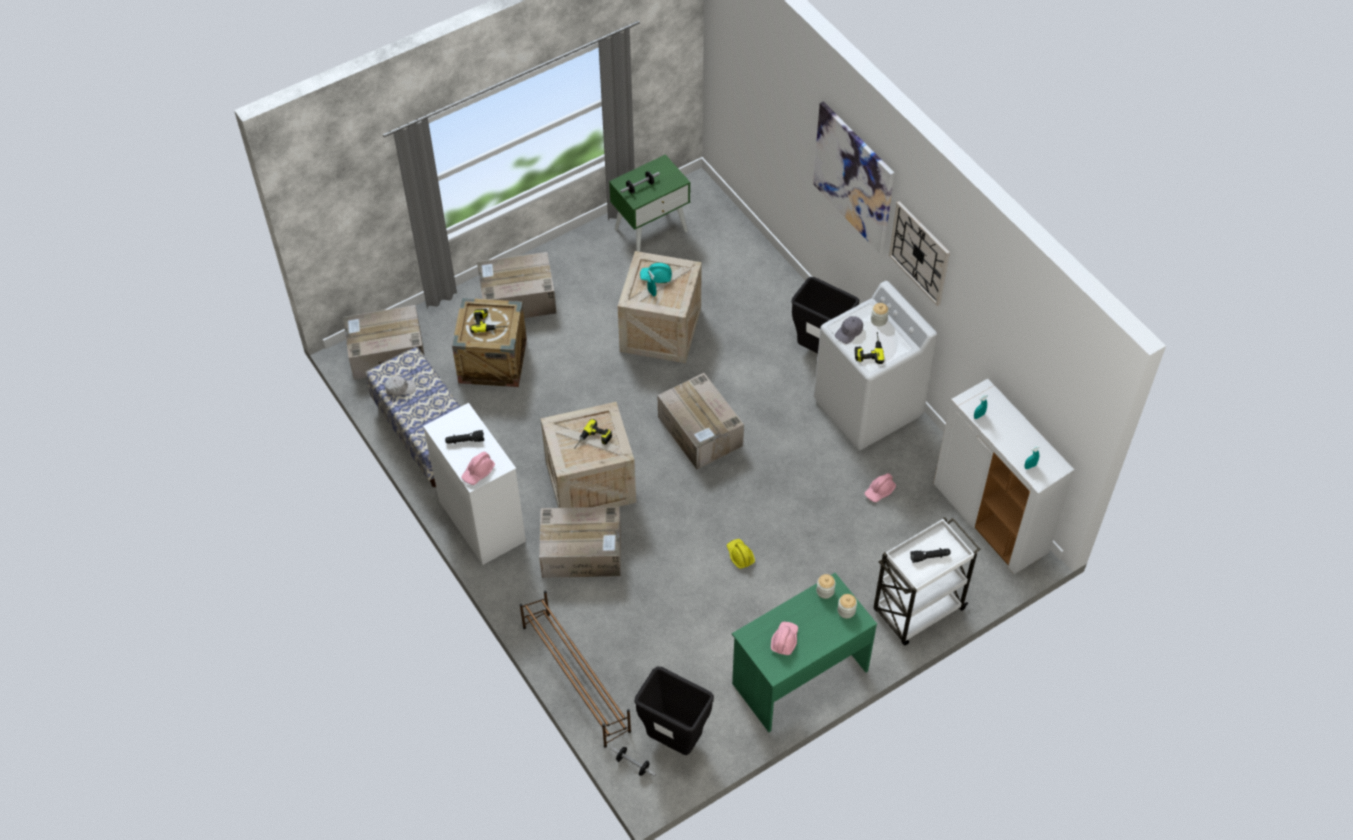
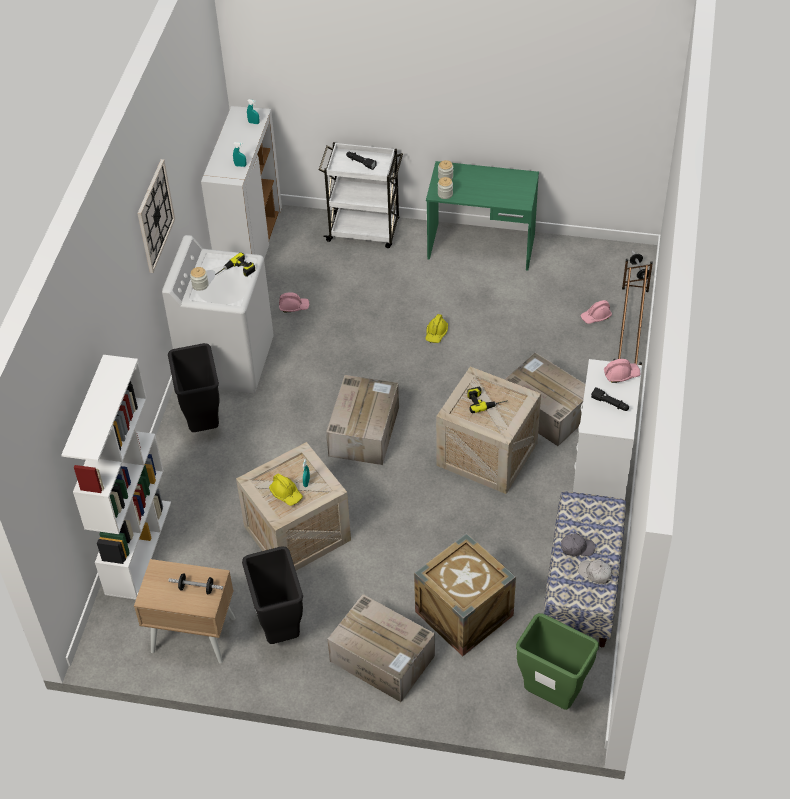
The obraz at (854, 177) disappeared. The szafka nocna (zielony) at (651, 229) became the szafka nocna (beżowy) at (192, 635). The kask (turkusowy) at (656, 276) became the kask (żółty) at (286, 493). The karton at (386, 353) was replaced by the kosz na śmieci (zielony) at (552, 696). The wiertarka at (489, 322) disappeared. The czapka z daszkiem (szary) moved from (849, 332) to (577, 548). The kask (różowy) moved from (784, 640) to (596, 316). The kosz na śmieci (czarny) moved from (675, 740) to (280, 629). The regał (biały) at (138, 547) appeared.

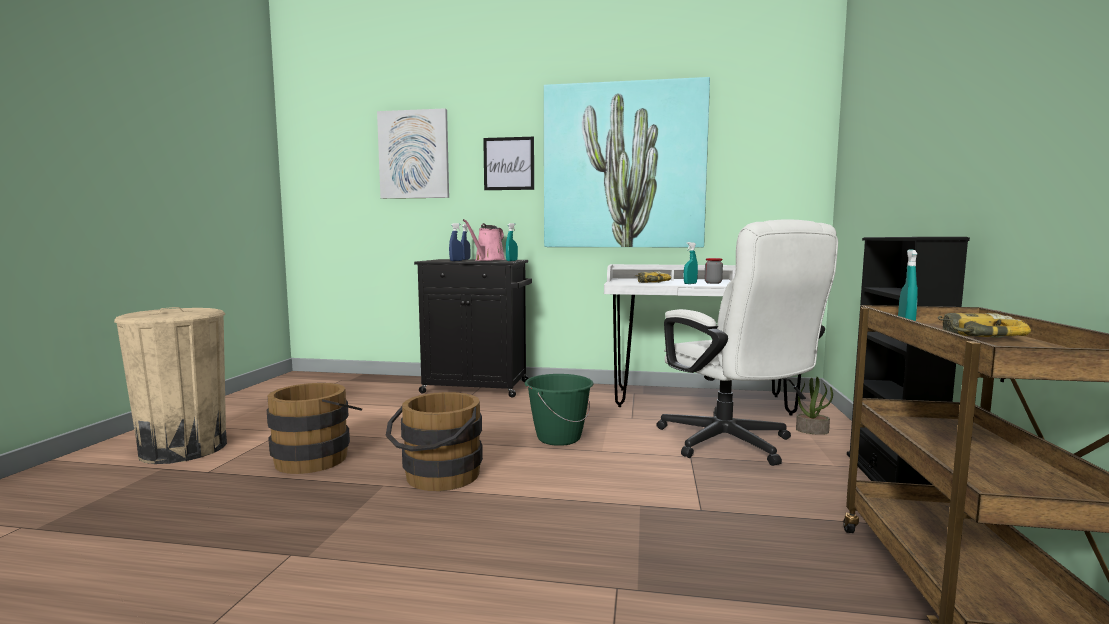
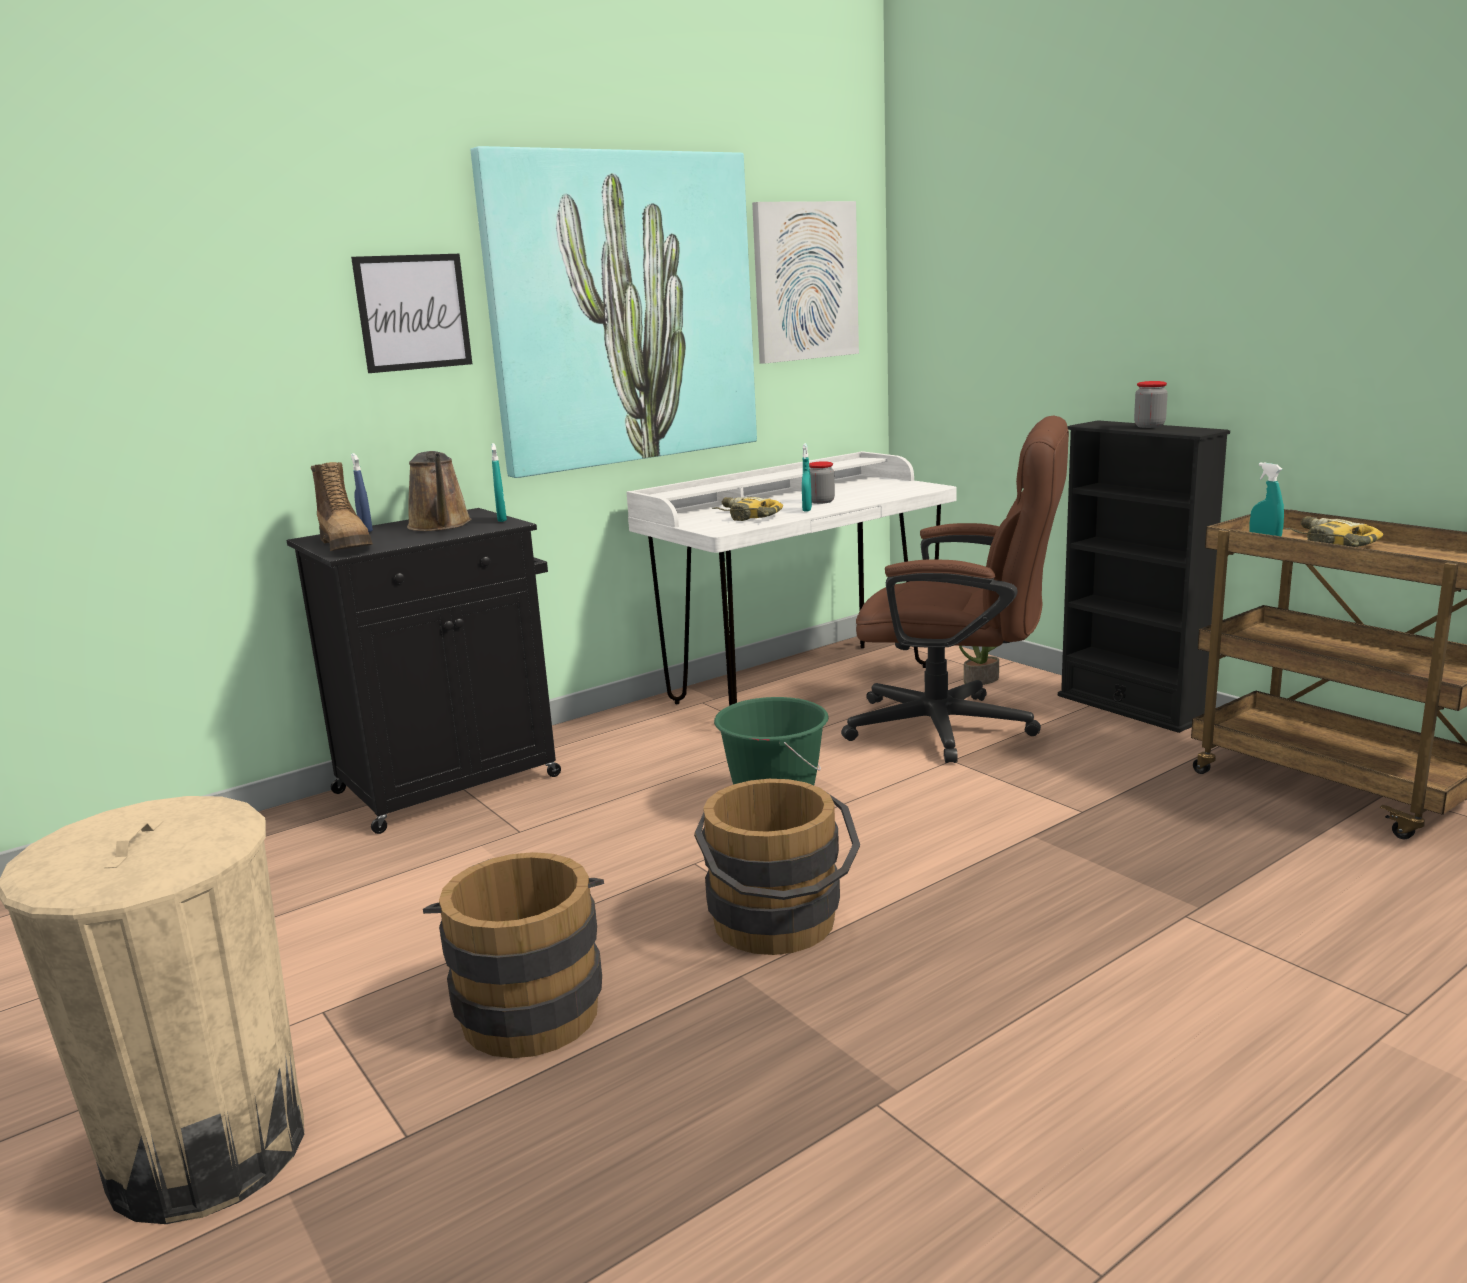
The obraz moved from (414, 155) to (805, 281). The konewka (różowy) at (488, 260) became the konewka (brązowy) at (440, 525). The krzesło biurowe (biały) at (733, 445) became the krzesło biurowe (brązowy) at (958, 728). The spryskiwacz (niebieski) at (456, 261) disappeared. The słoik at (1149, 426) appeared. The but z cholewką at (347, 545) appeared.

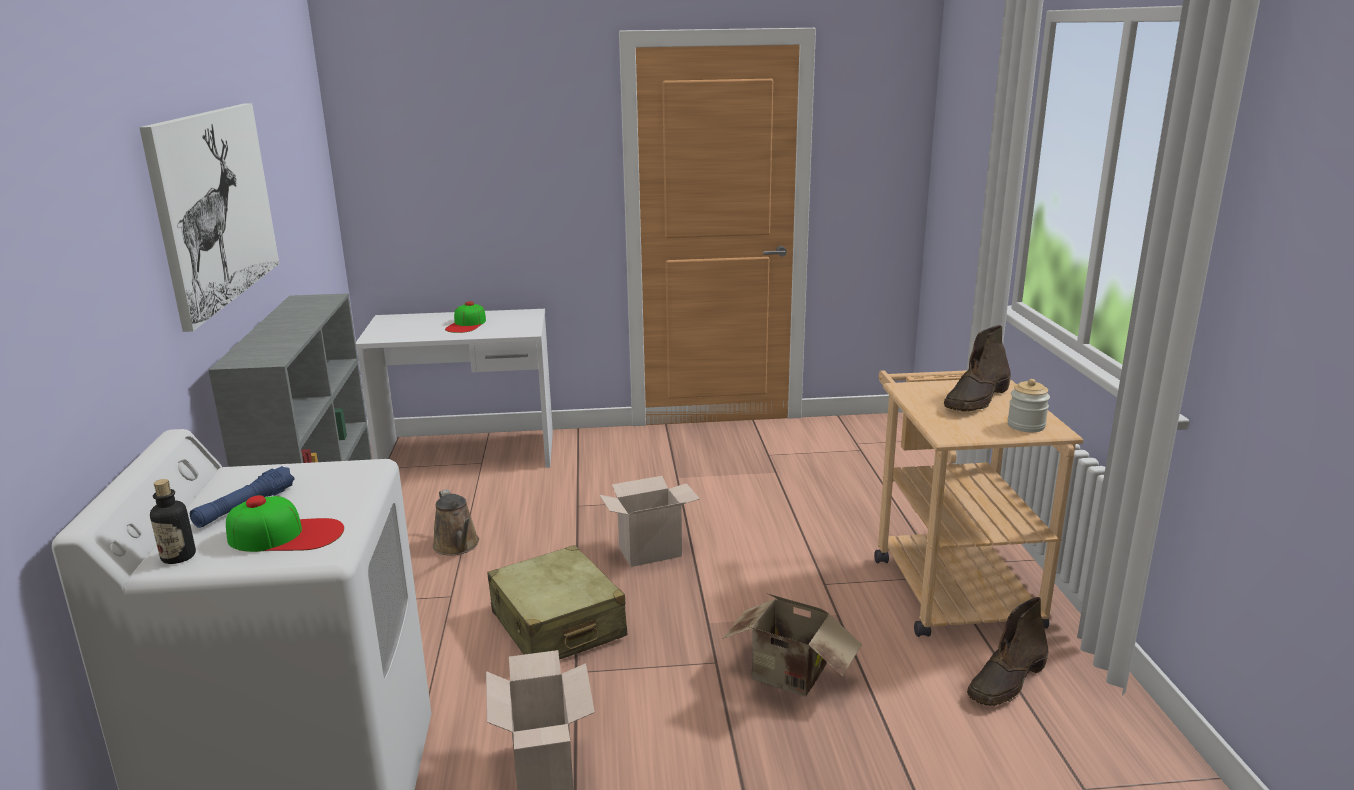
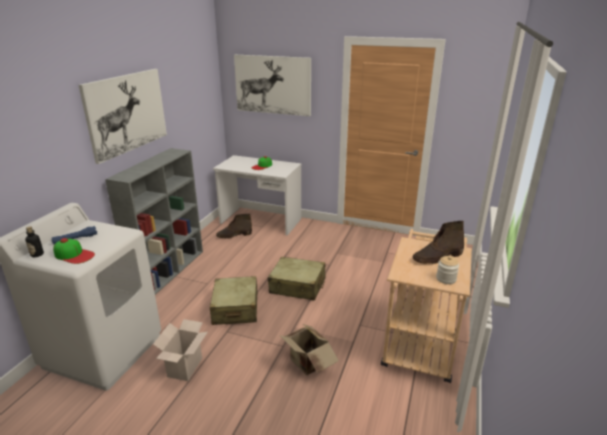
The karton at (651, 551) was replaced by the walizka (beżowy) at (297, 286). The konewka (brązowy) at (457, 546) disappeared. The but z cholewką (brązowy) moved from (1006, 681) to (234, 235). The obraz at (273, 85) appeared.

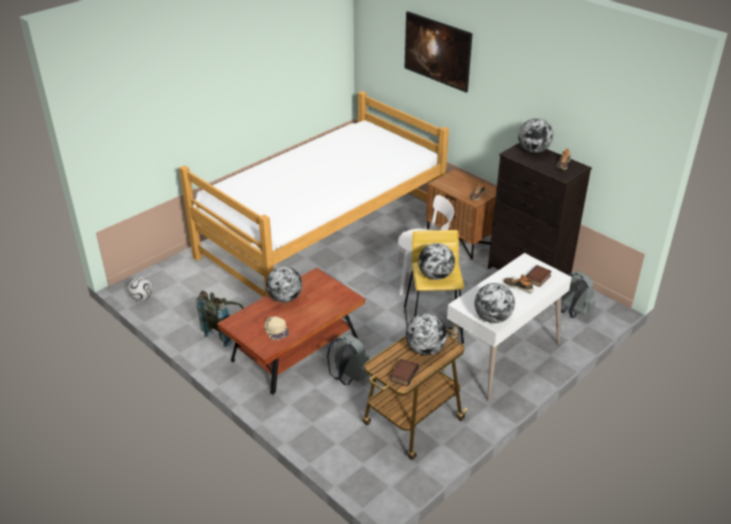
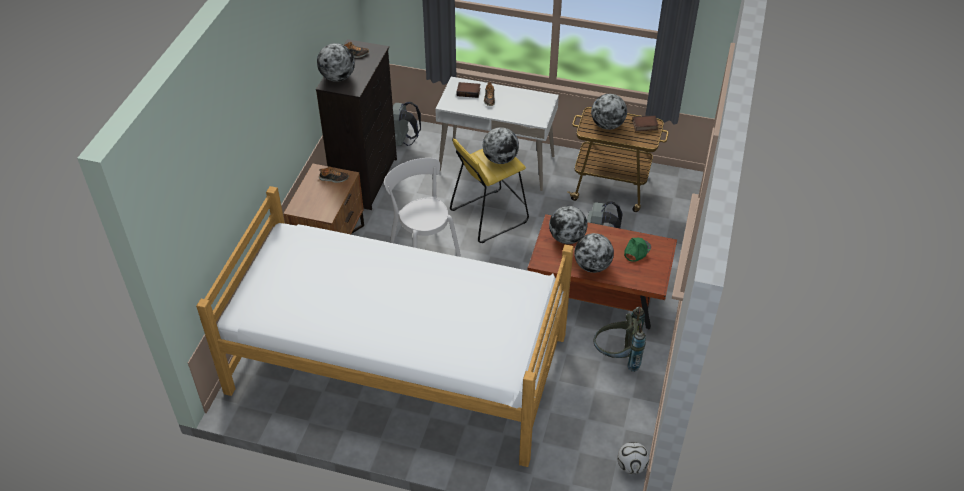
The obraz at (436, 65) disappeared. The globus moved from (492, 318) to (567, 238). The czapka z daszkiem (beżowy) at (276, 329) became the czapka z daszkiem (zielony) at (636, 250).

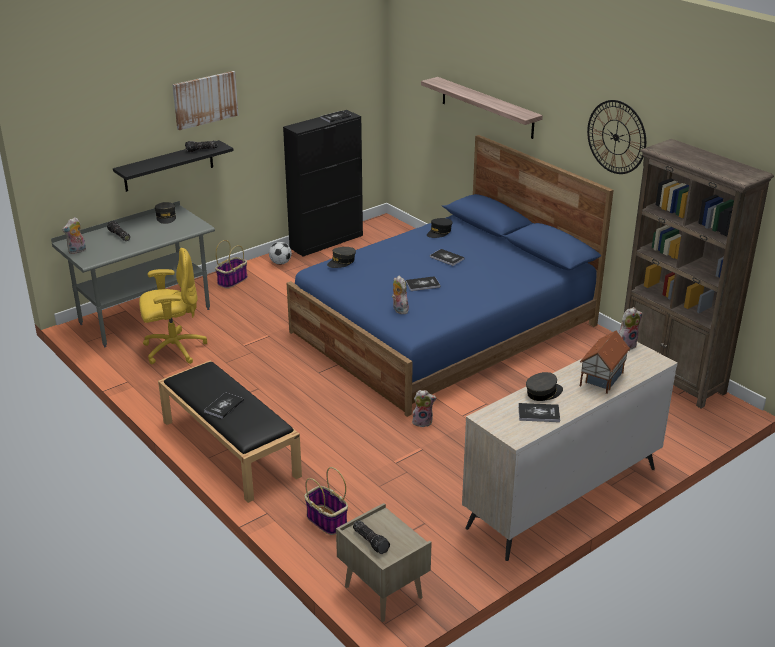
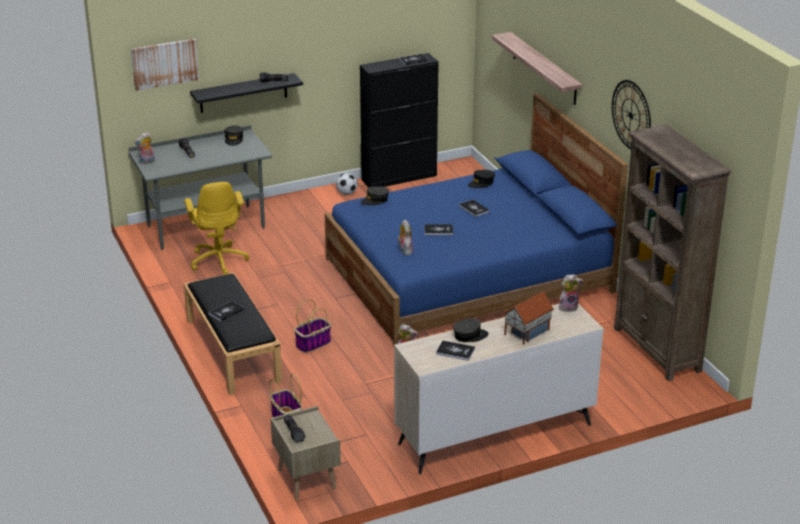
The obraz moved from (205, 99) to (164, 63). The koszyk moved from (232, 280) to (313, 343). The krzesło biurowe (żółty) at (173, 349) turned 75 degrees clockwise.

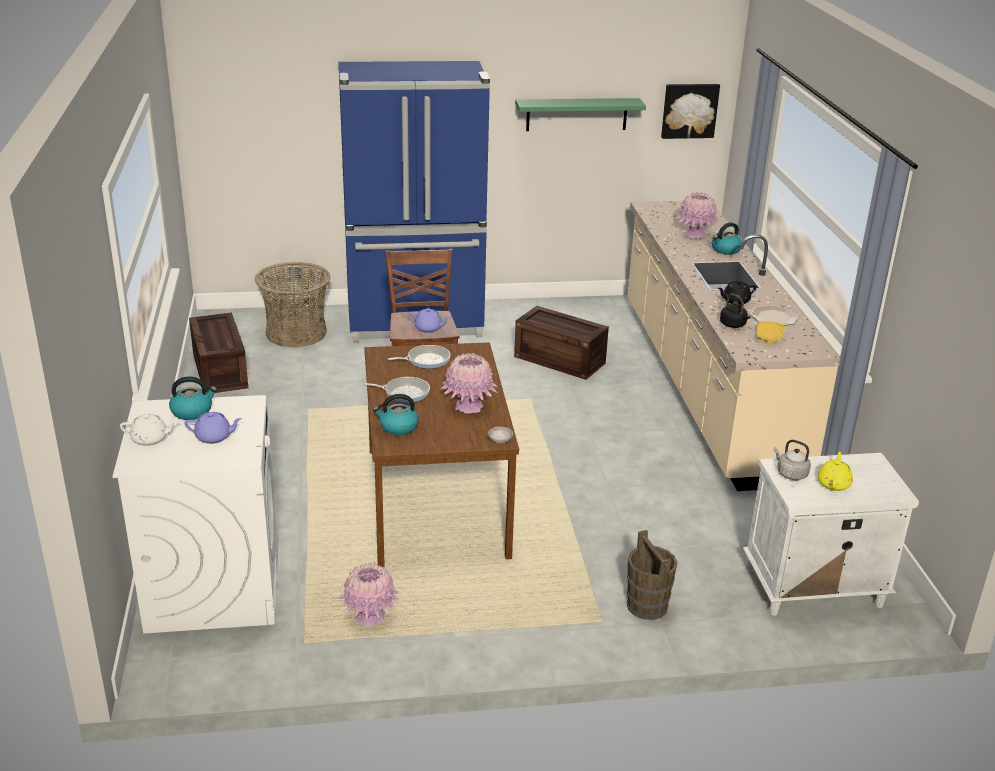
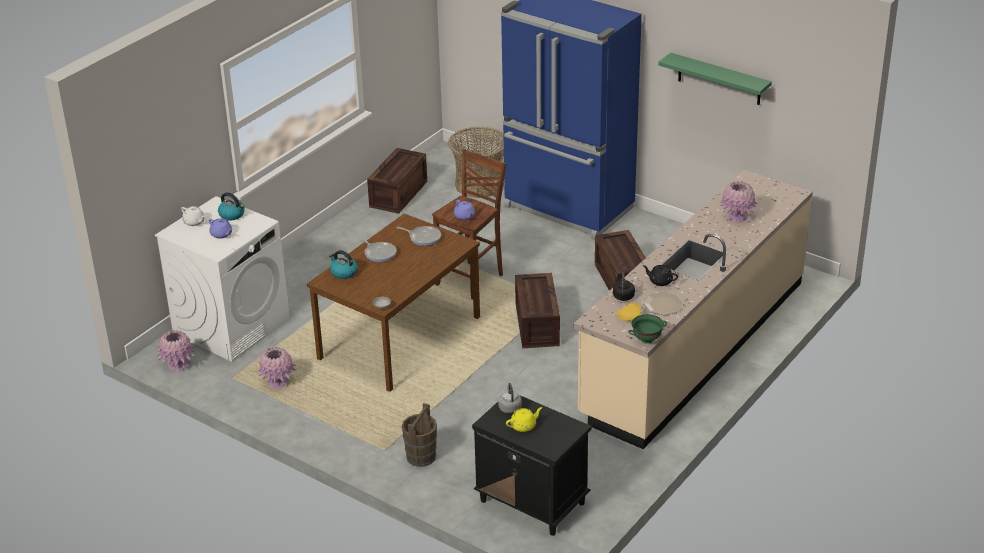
The obraz at (689, 110) disappeared. The czajnik at (725, 250) disappeared. The wazon (różowy) moved from (468, 406) to (178, 365). The szafka nocna (biały) at (812, 588) became the szafka nocna (czarny) at (531, 502). The skrzynka at (538, 325) appeared. The miska (zielony) at (647, 339) appeared.

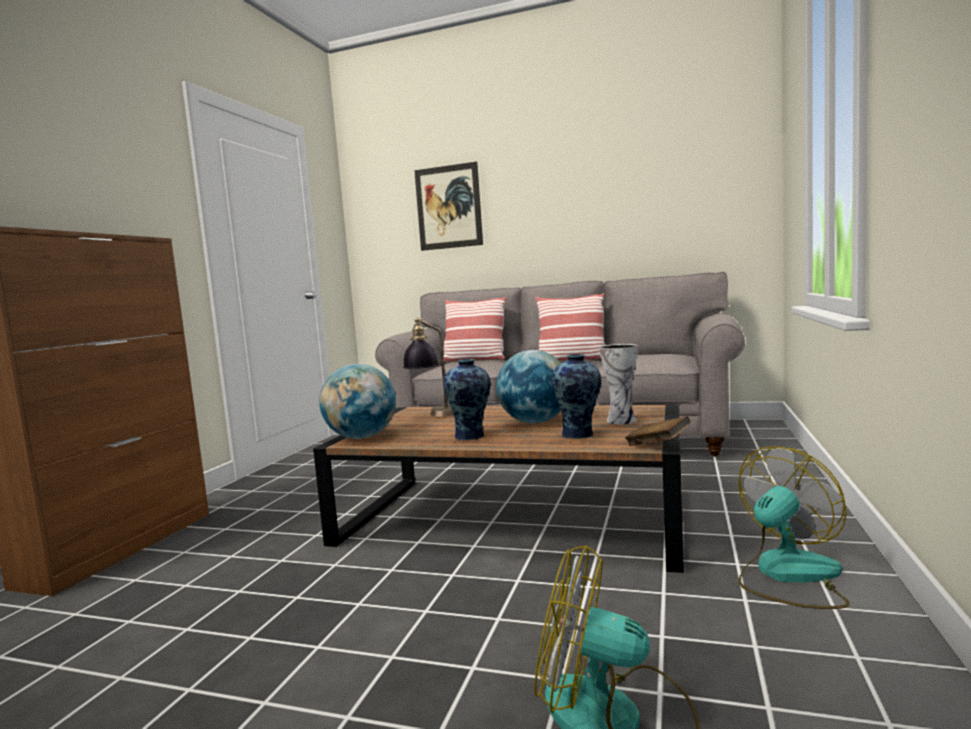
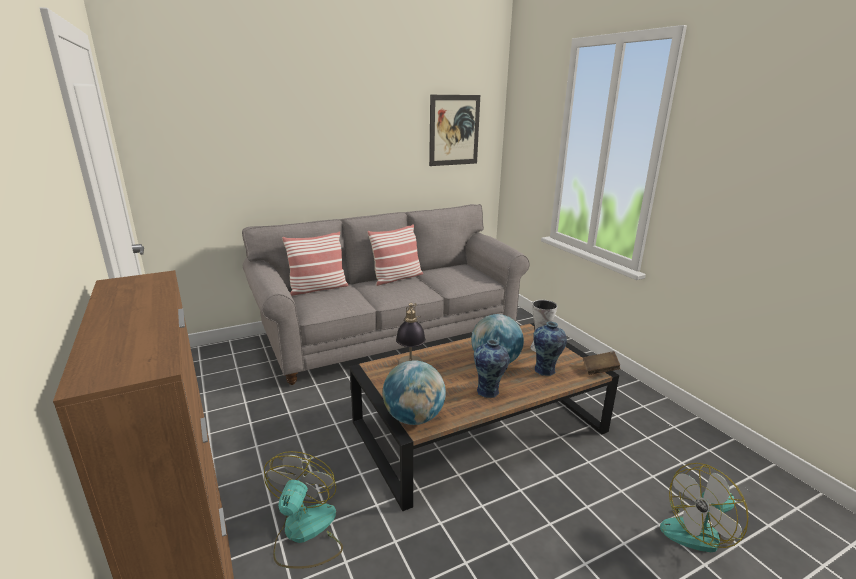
The obraz moved from (448, 207) to (454, 130). The wentylator moved from (788, 576) to (305, 533).

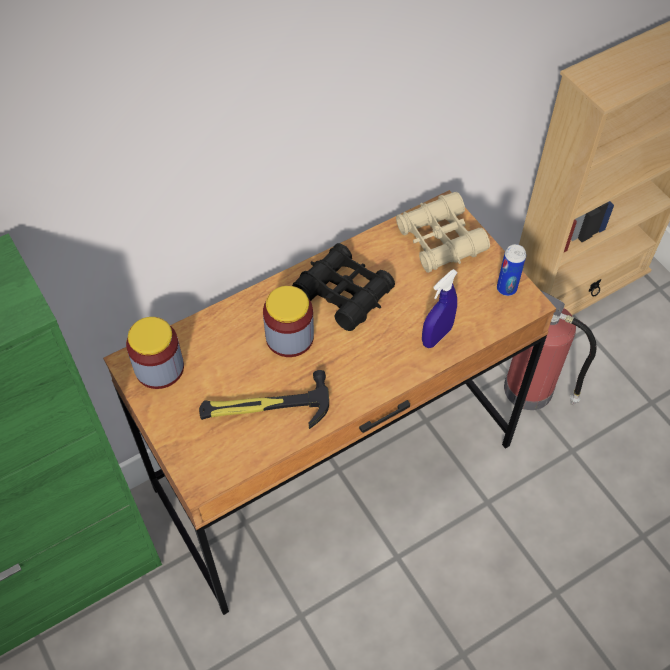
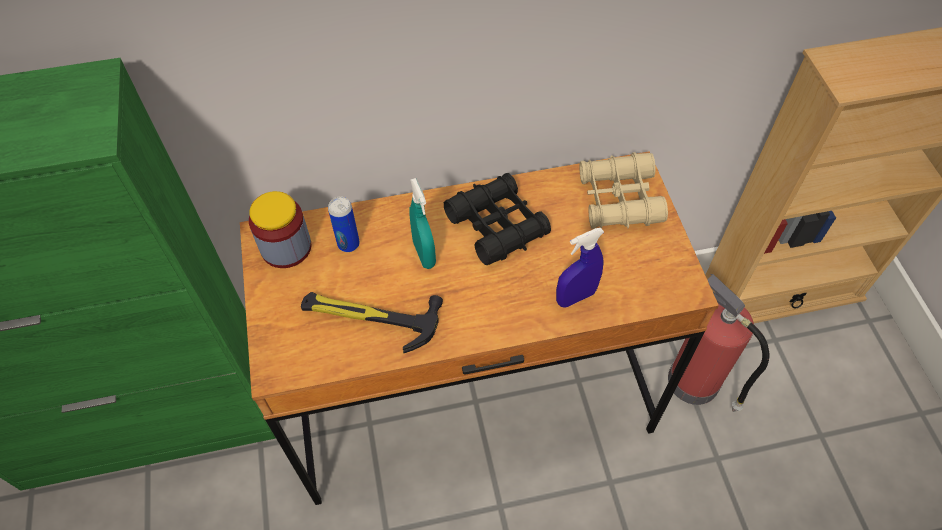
The puszka moved from (506, 288) to (348, 244). The słoik at (289, 337) was replaced by the spryskiwacz (turkusowy) at (424, 254).

